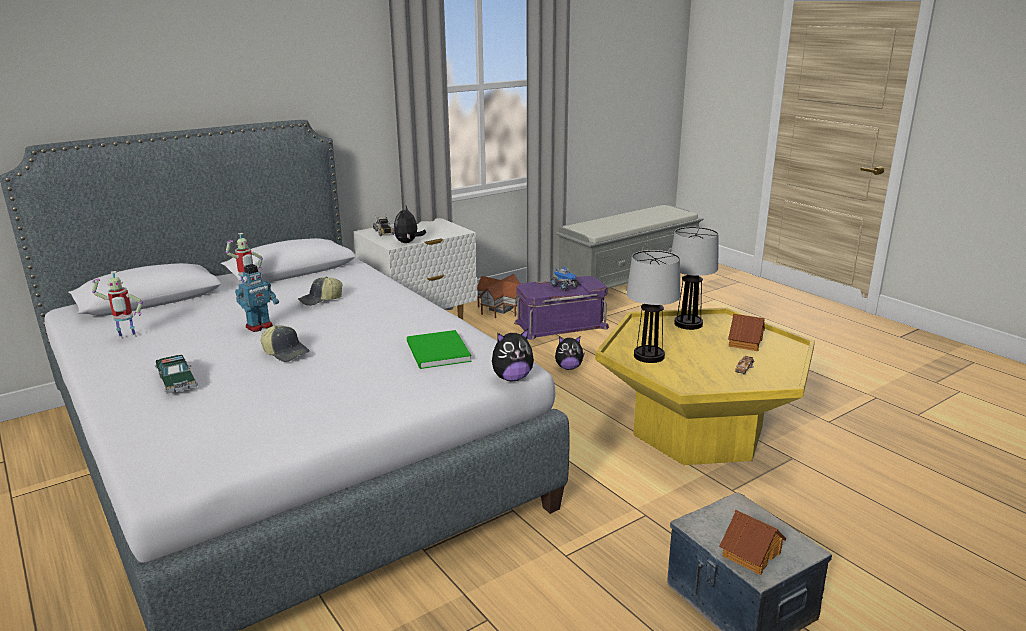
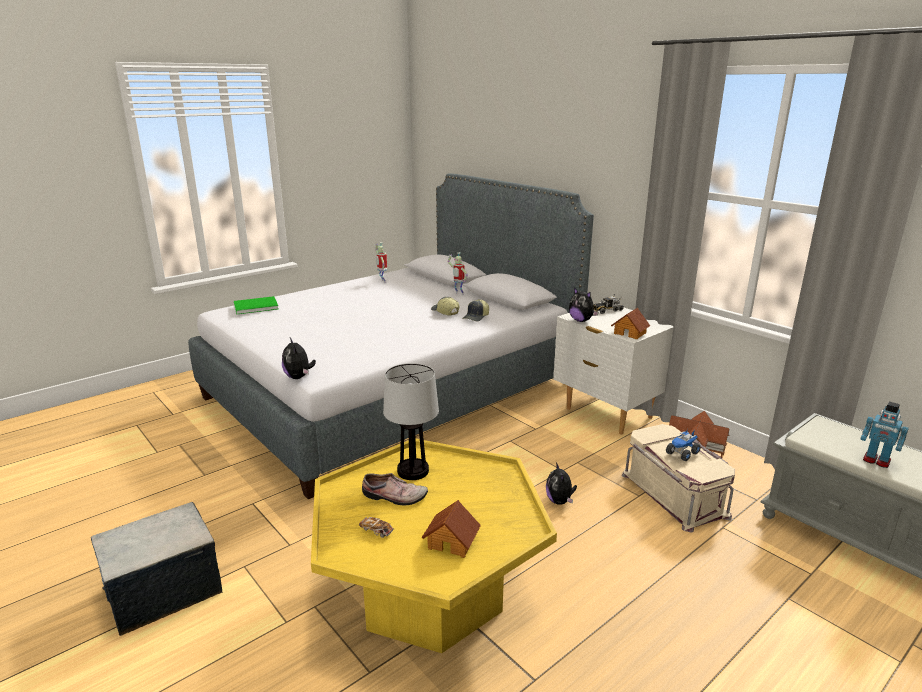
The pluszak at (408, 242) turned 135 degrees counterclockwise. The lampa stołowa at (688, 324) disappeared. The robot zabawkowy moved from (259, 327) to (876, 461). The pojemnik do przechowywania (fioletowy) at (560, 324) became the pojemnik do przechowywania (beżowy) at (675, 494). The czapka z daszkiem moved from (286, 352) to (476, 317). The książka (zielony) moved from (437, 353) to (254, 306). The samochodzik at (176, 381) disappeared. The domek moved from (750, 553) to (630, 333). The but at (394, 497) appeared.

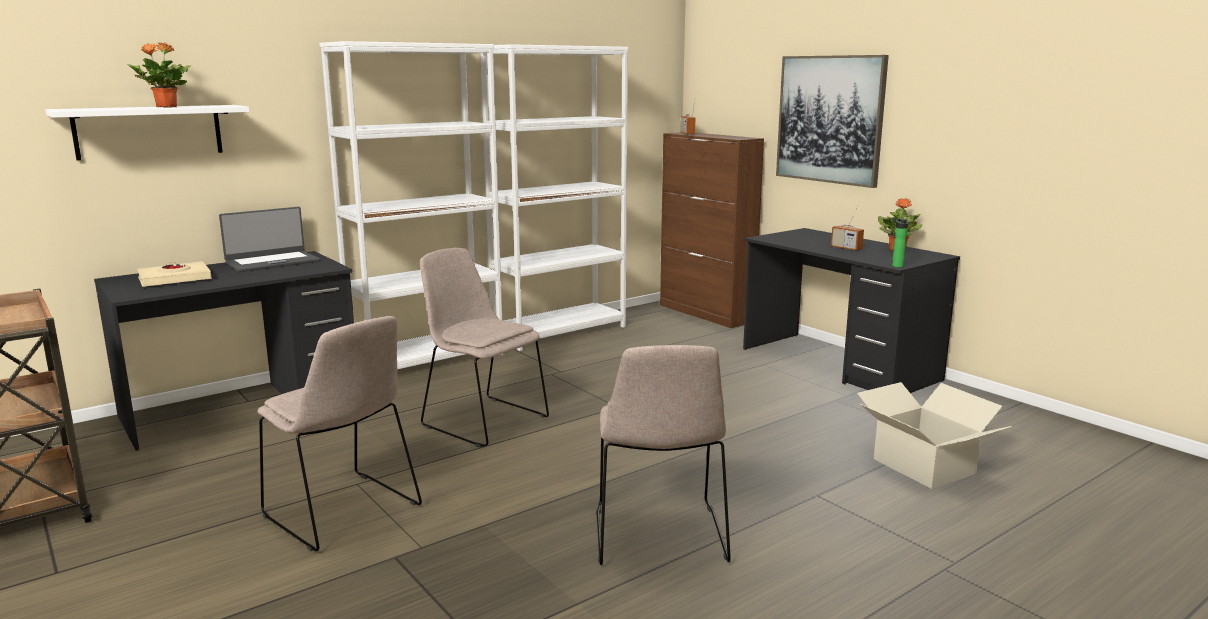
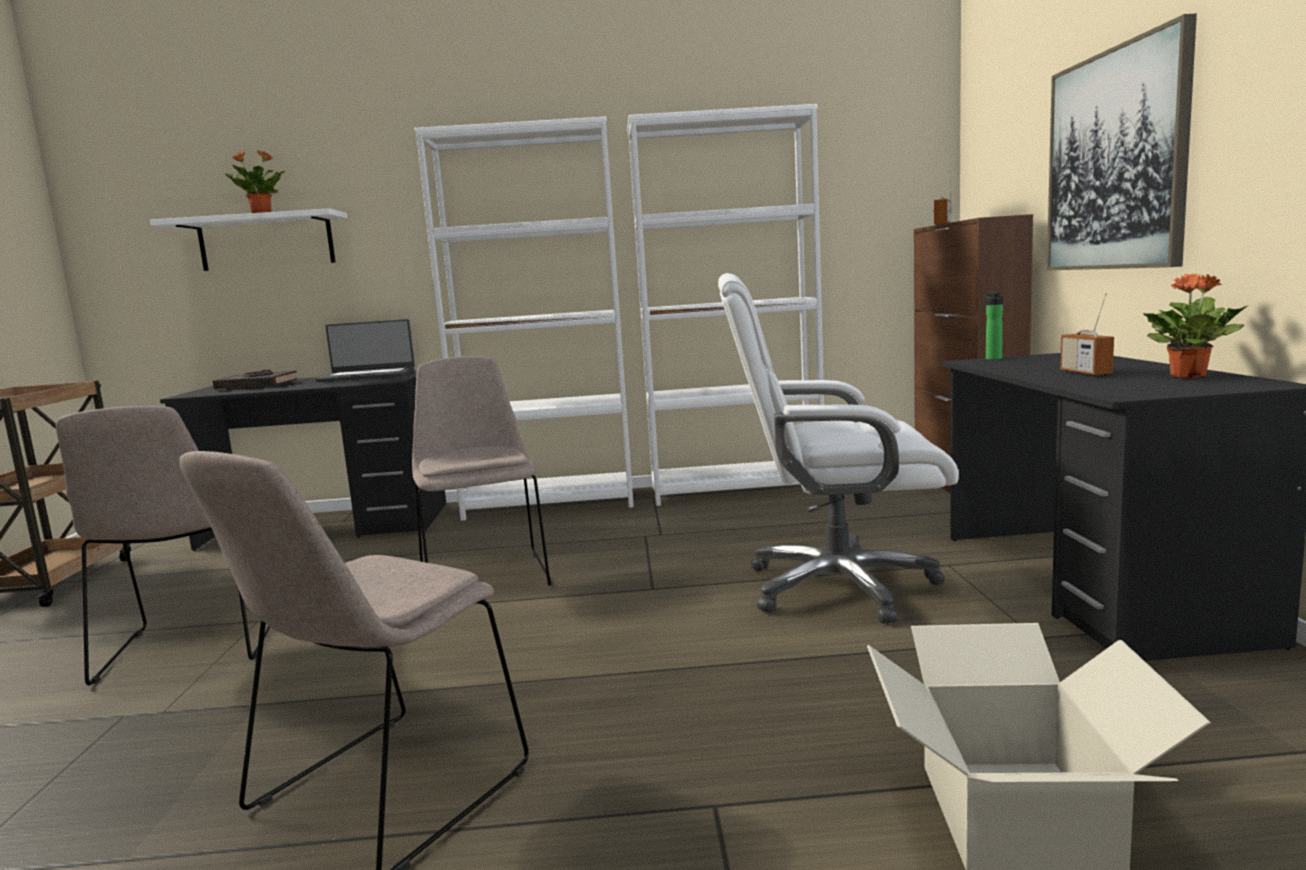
The butelka moved from (896, 266) to (992, 358). The książka (beżowy) at (174, 279) became the książka (czarny) at (257, 386). The krzesło biurowe (biały) at (836, 586) appeared.

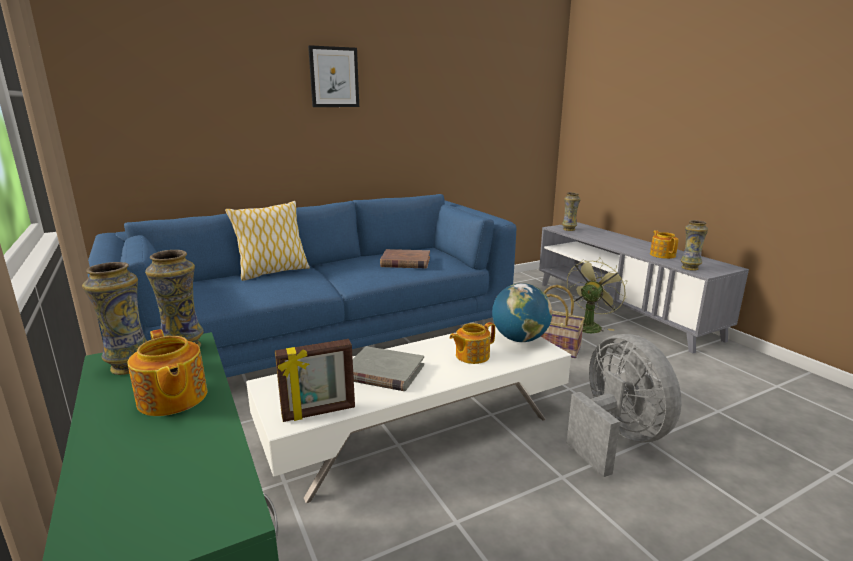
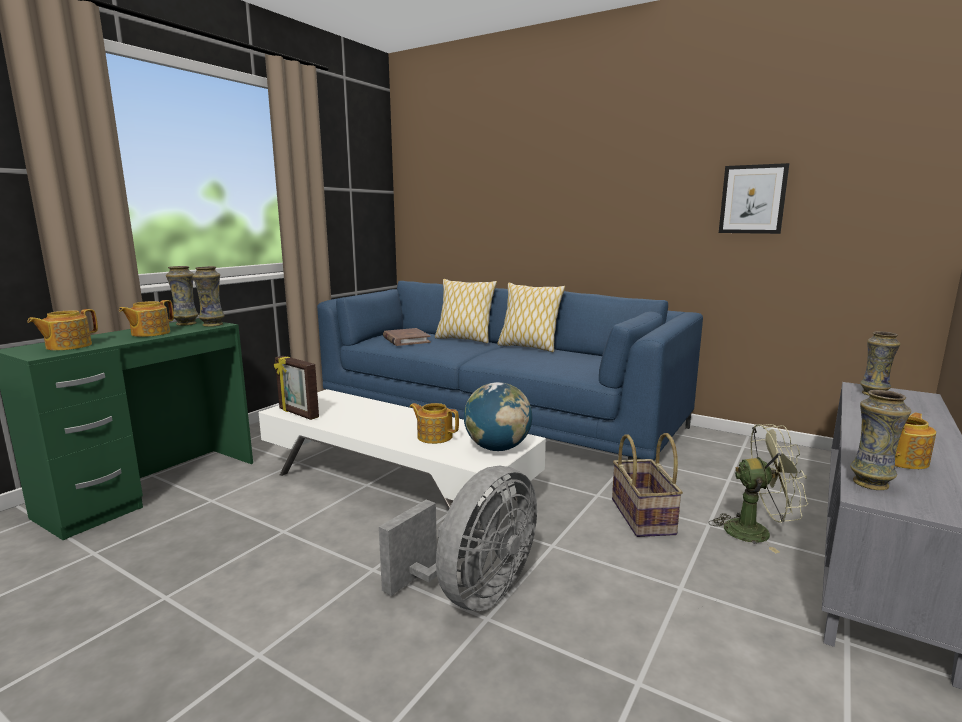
The obraz moved from (334, 77) to (752, 199). The książka (brązowy) moved from (405, 262) to (406, 340). The książka (szary) at (384, 372) disappeared. The poduszka at (528, 347) appeared. The imbryk at (68, 346) appeared.

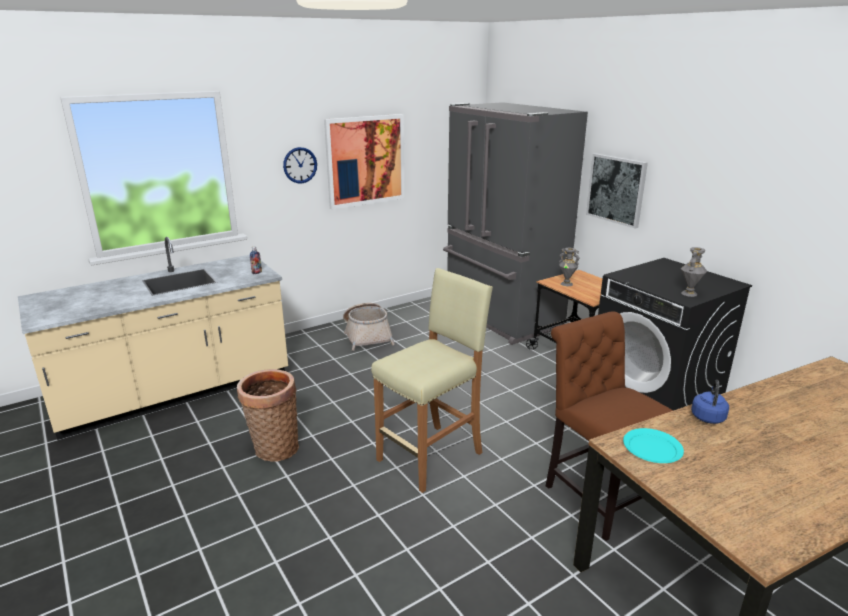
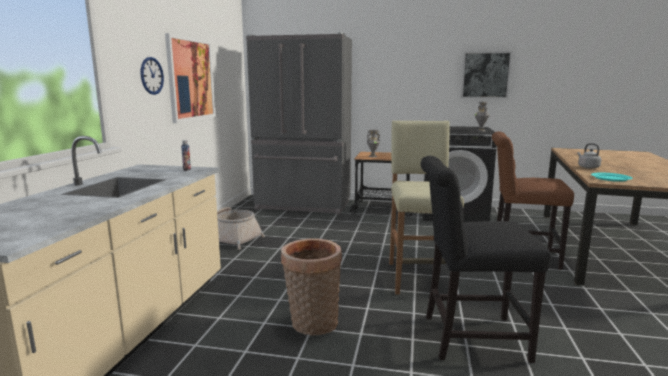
The obraz moved from (616, 189) to (485, 75). The czajnik (niebieski) at (708, 416) became the czajnik (szary) at (587, 167). The krzesło (czarny) at (468, 337) appeared.

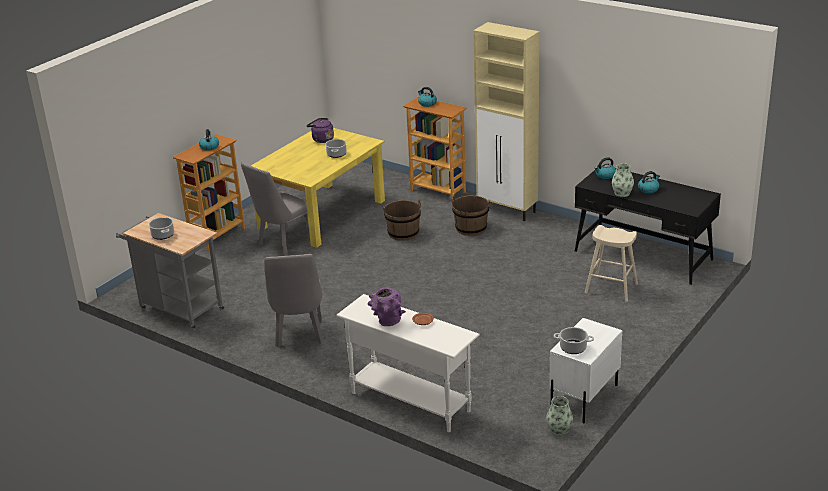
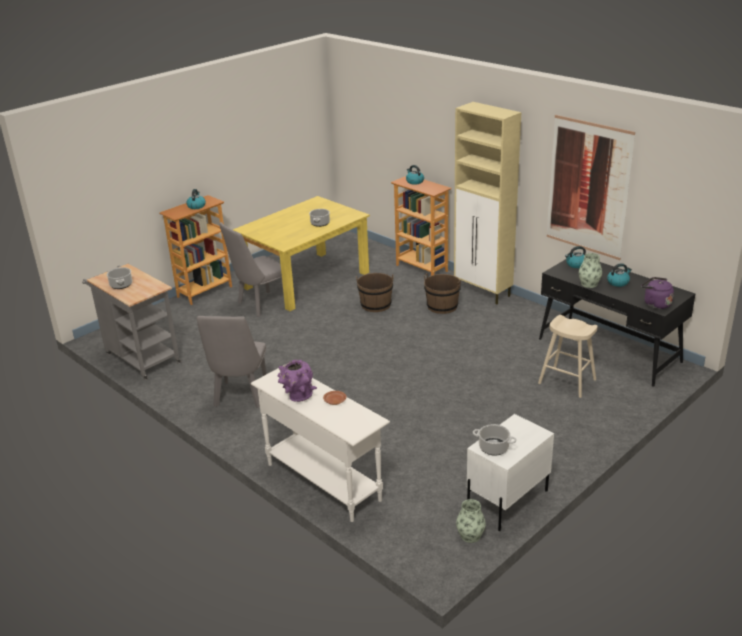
The czajnik (fioletowy) moved from (321, 139) to (655, 304). The obraz at (588, 187) appeared.

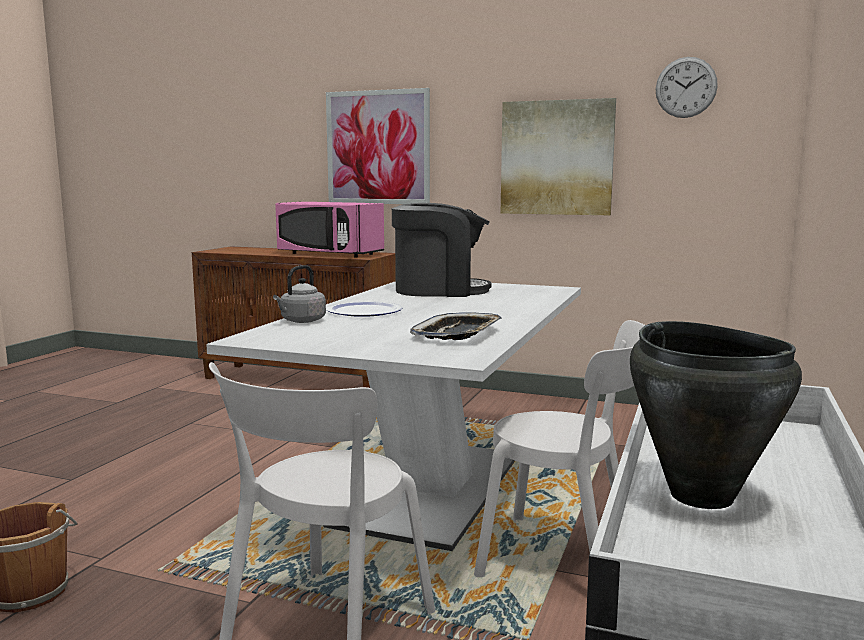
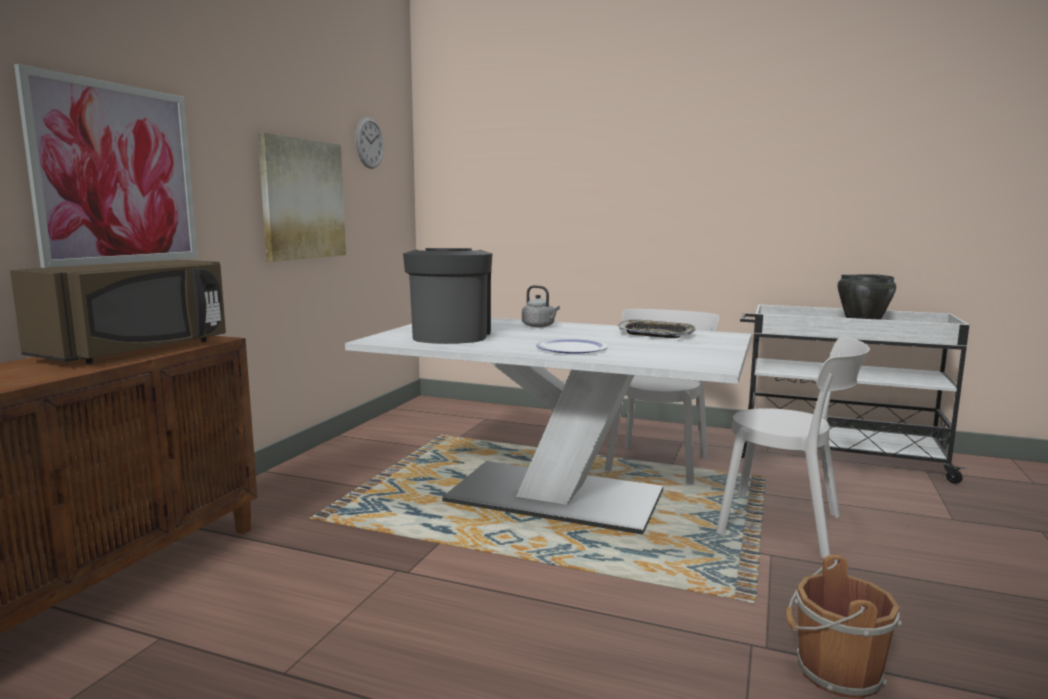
The mikrofalówka (różowy) at (328, 254) became the mikrofalówka (brązowy) at (138, 350). The czajnik (szary) moved from (301, 321) to (539, 326).

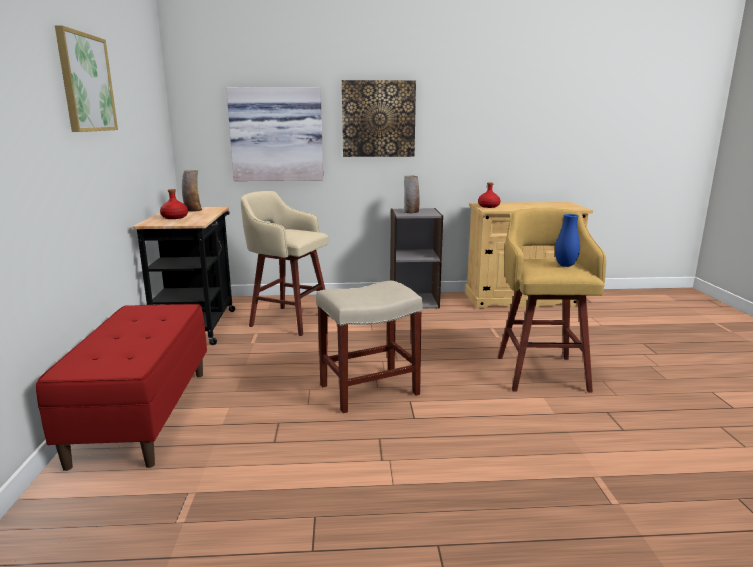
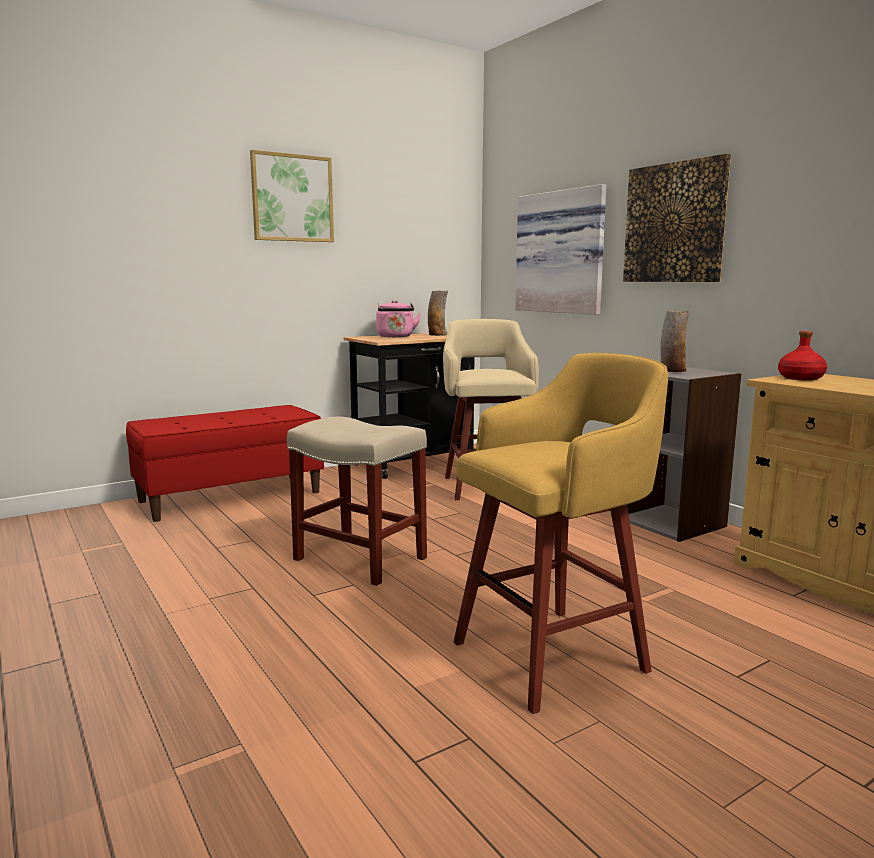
The butelka (czerwony) at (174, 217) was replaced by the czajnik (różowy) at (395, 336). The wazon (niebieski) at (565, 265) disappeared.

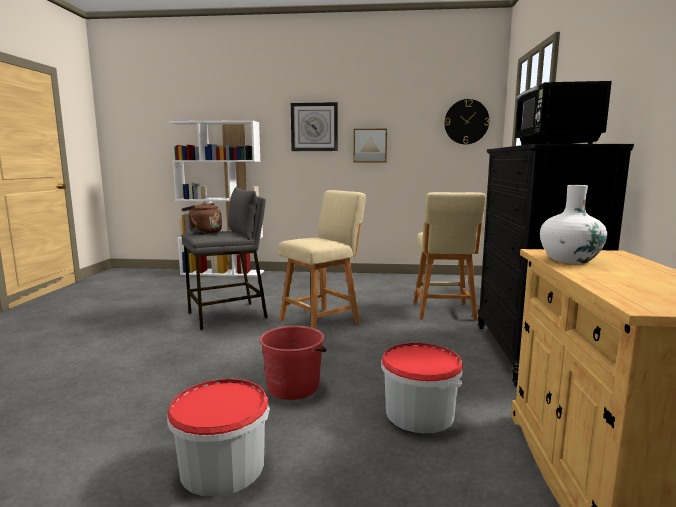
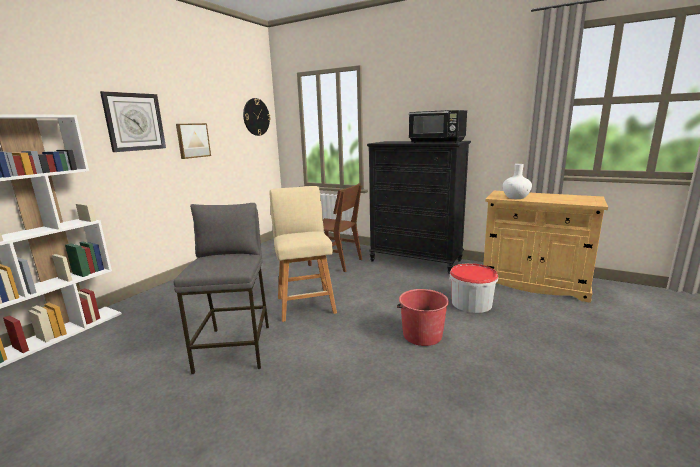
The stołek (beżowy) at (444, 312) was replaced by the krzesło (brązowy) at (335, 262). The czajnik (brązowy) at (203, 232) disappeared. The wiadro at (222, 467) disappeared.

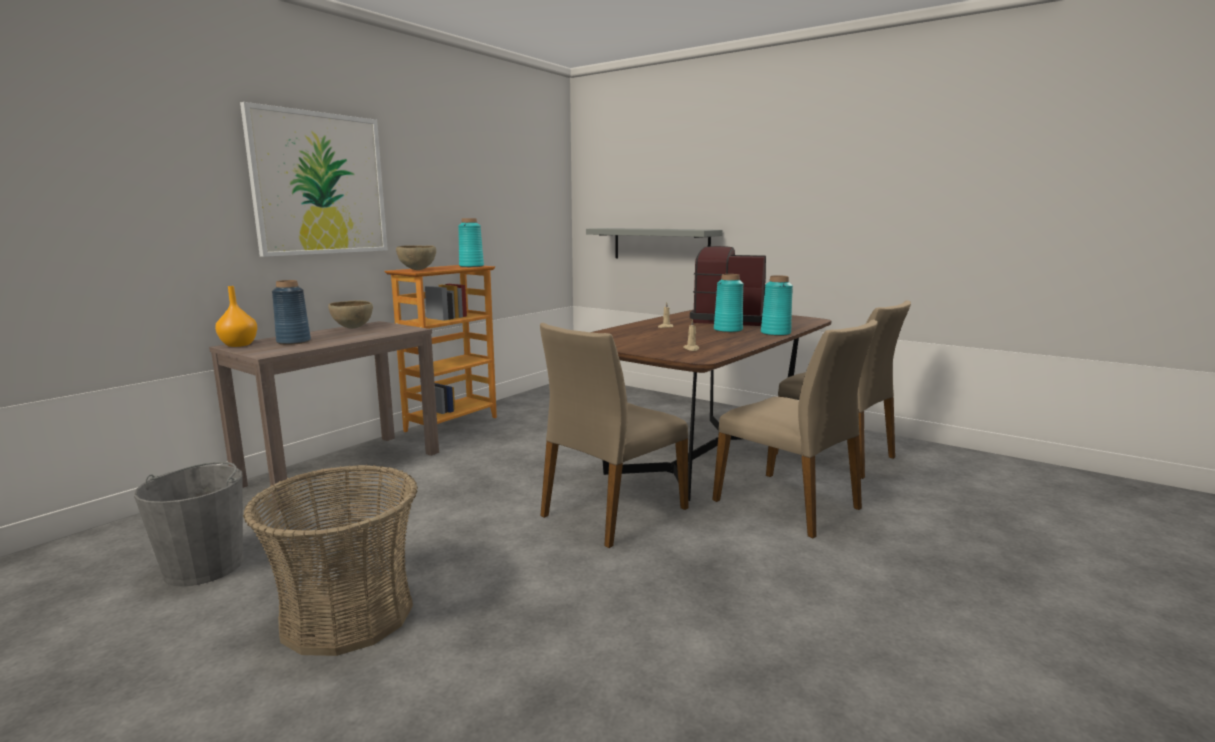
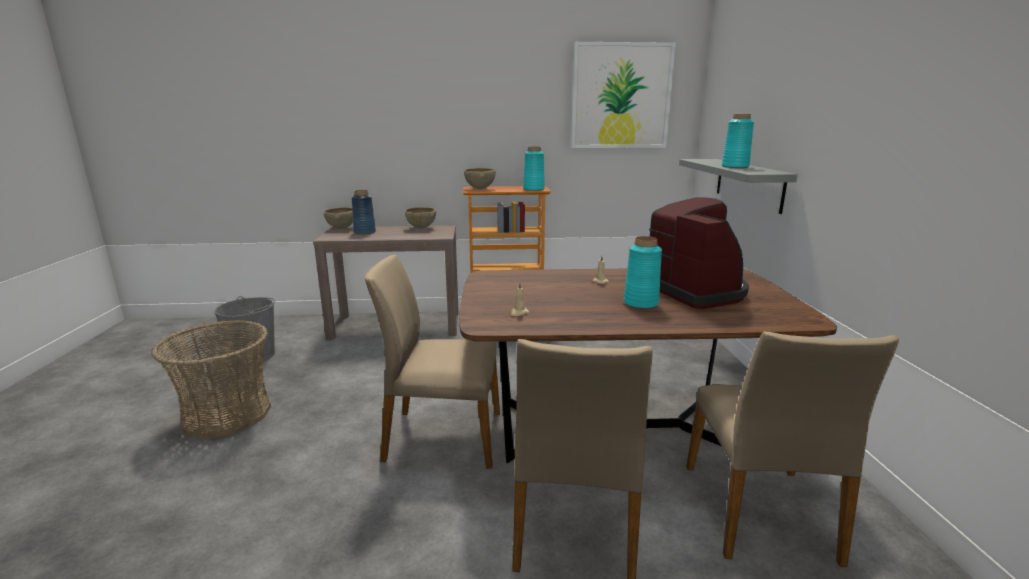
The obraz moved from (319, 184) to (621, 96). The wazon (turkusowy) moved from (775, 333) to (735, 167). The wazon (pomarańczowy) at (238, 345) was replaced by the miska (brązowy) at (341, 228).

